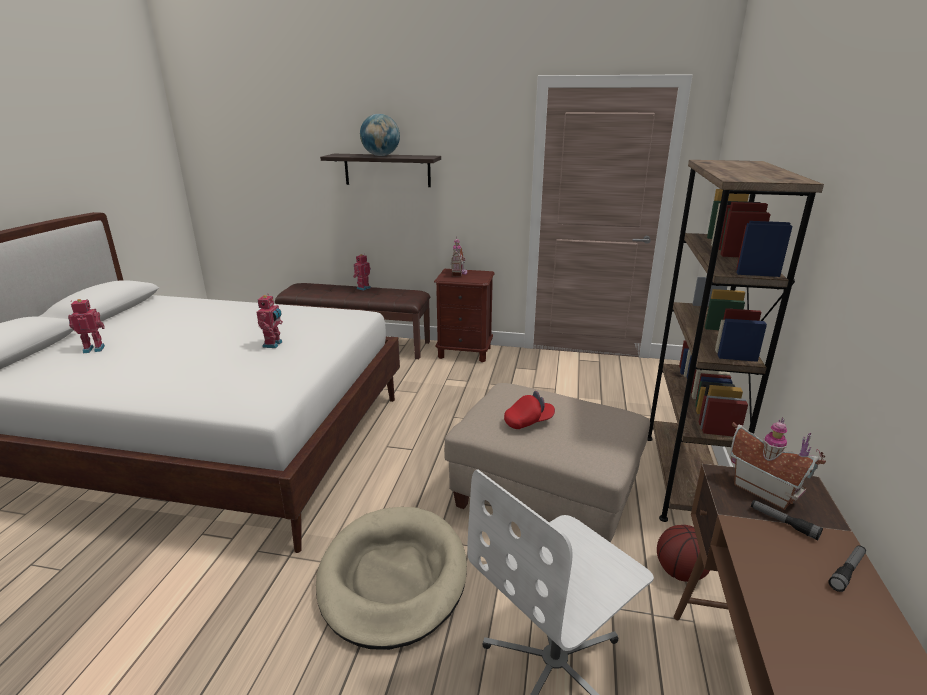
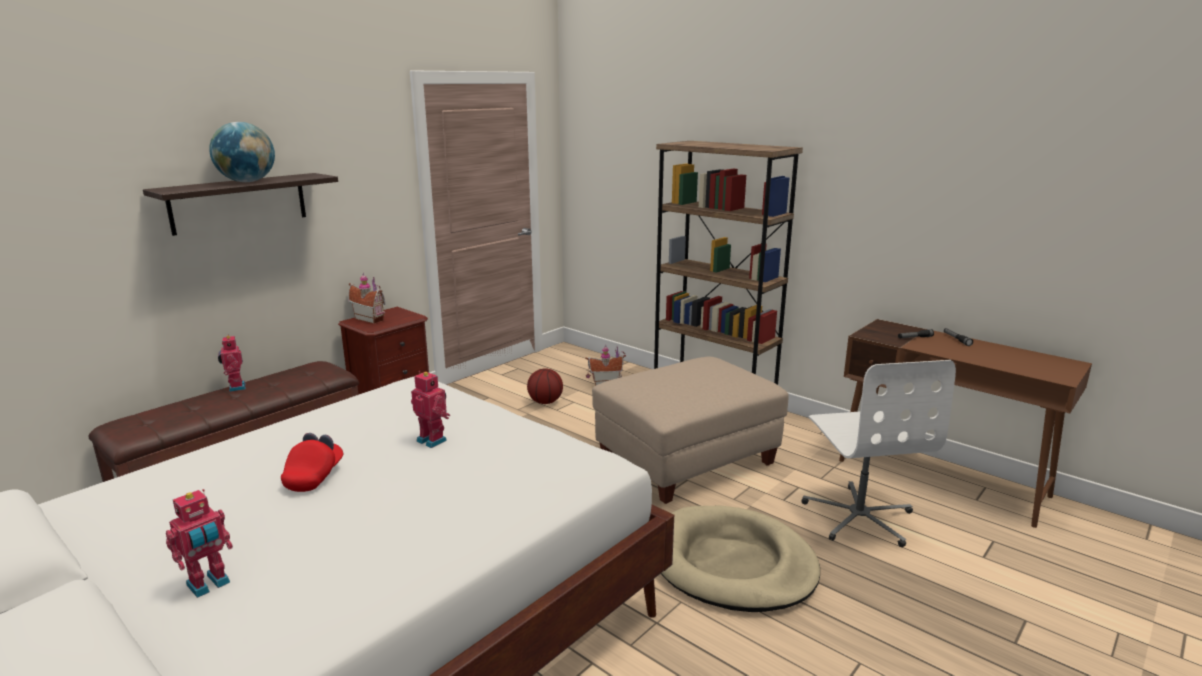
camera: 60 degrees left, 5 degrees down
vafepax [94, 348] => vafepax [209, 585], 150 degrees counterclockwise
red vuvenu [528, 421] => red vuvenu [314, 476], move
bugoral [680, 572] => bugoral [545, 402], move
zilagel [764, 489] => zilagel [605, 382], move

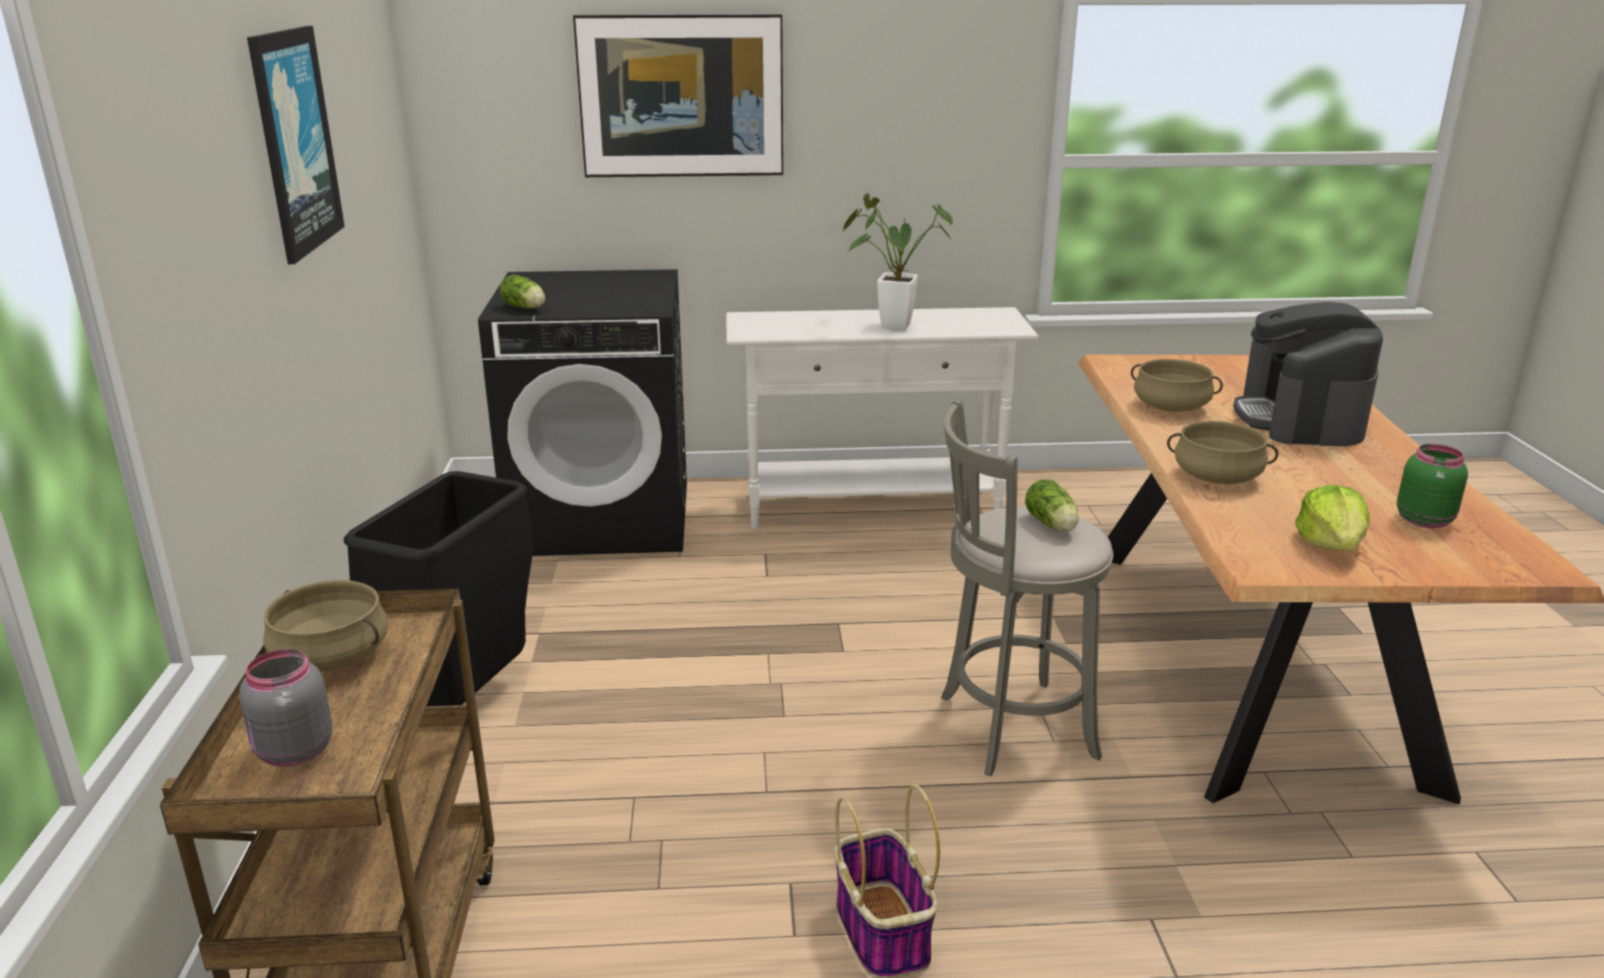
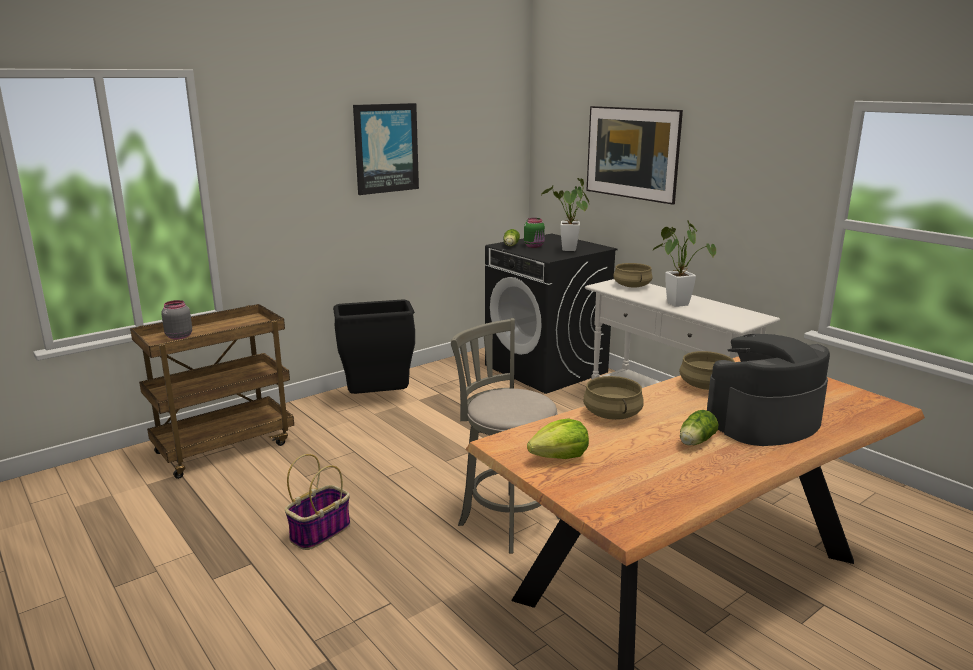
camera: 55 degrees right, 5 degrees down
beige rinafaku [332, 657] => beige rinafaku [632, 286], move
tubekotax [1052, 525] => tubekotax [695, 442], move
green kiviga [1424, 520] => green kiviga [534, 246], move
nothing => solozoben [568, 250]

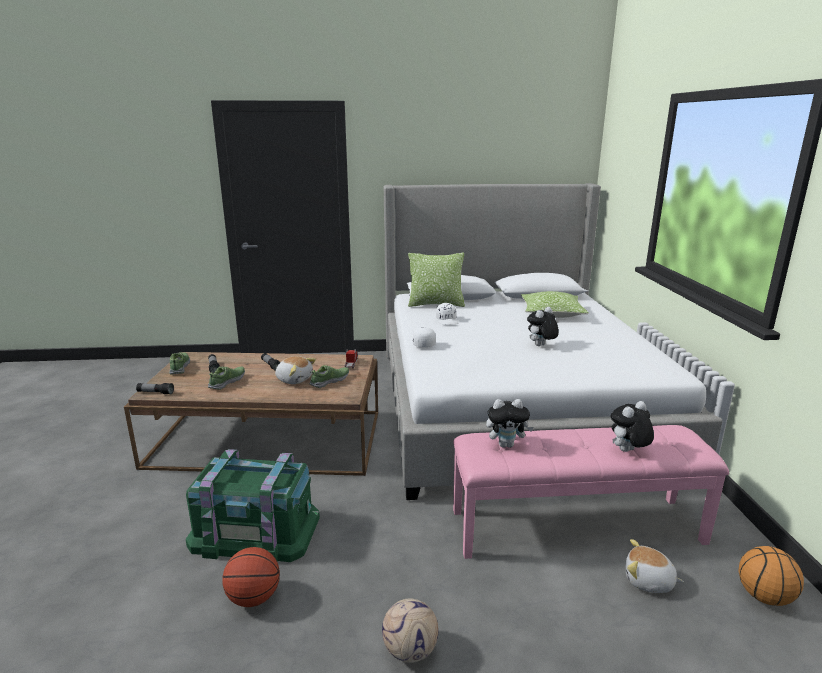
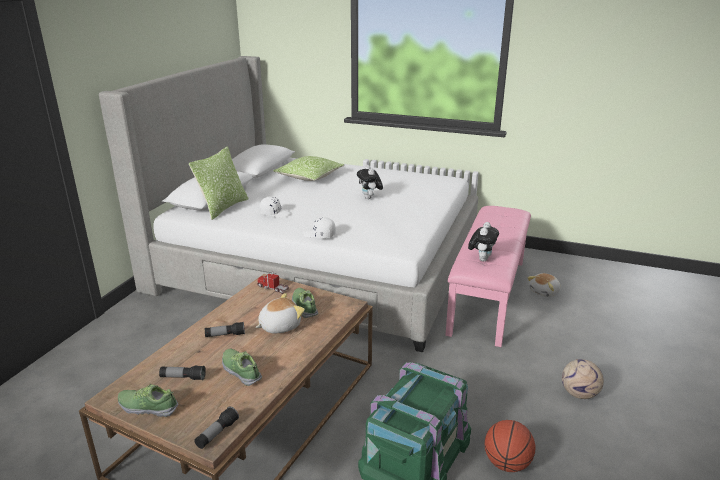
camera: 65 degrees left, 5 degrees up
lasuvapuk [628, 451] => nothing
bugoral [763, 596] => nothing

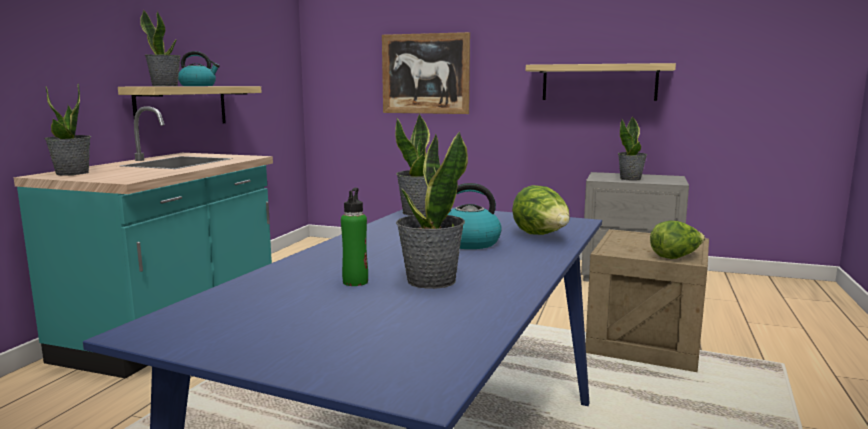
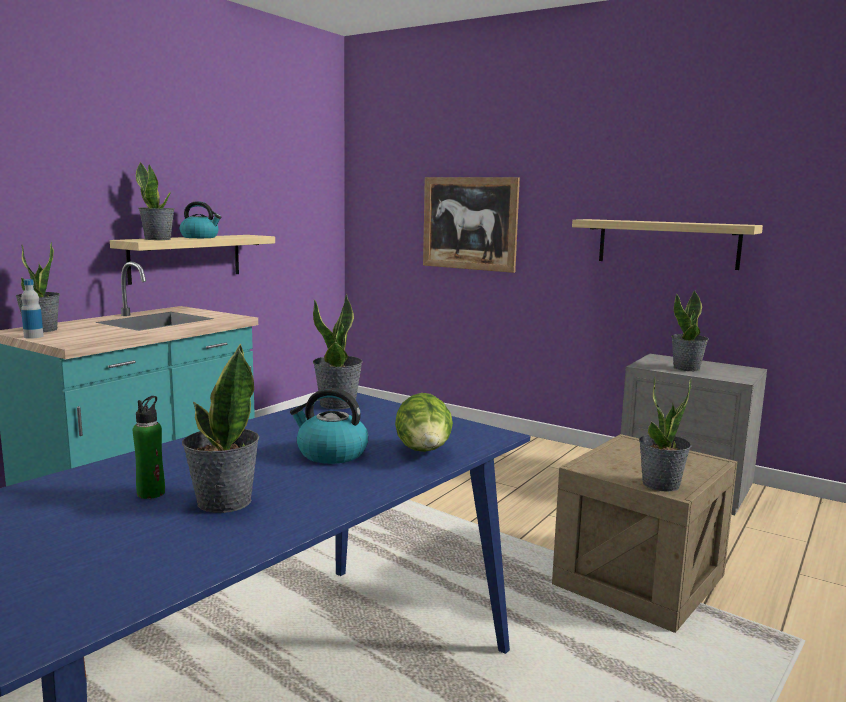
camera: 15 degrees right, 0 degrees up
tubekotax [675, 257] => solozoben [661, 484]
nothing => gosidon [33, 336]

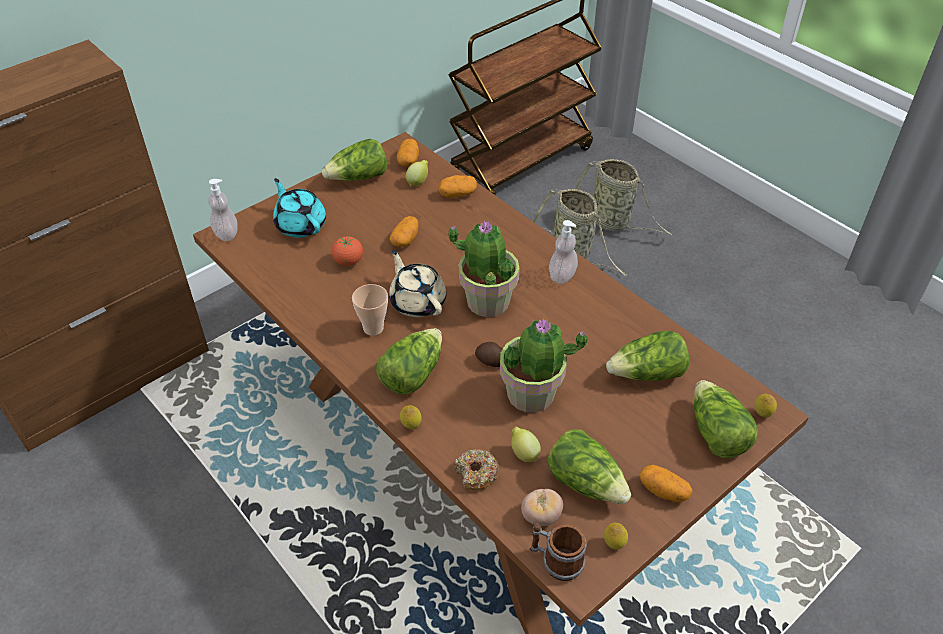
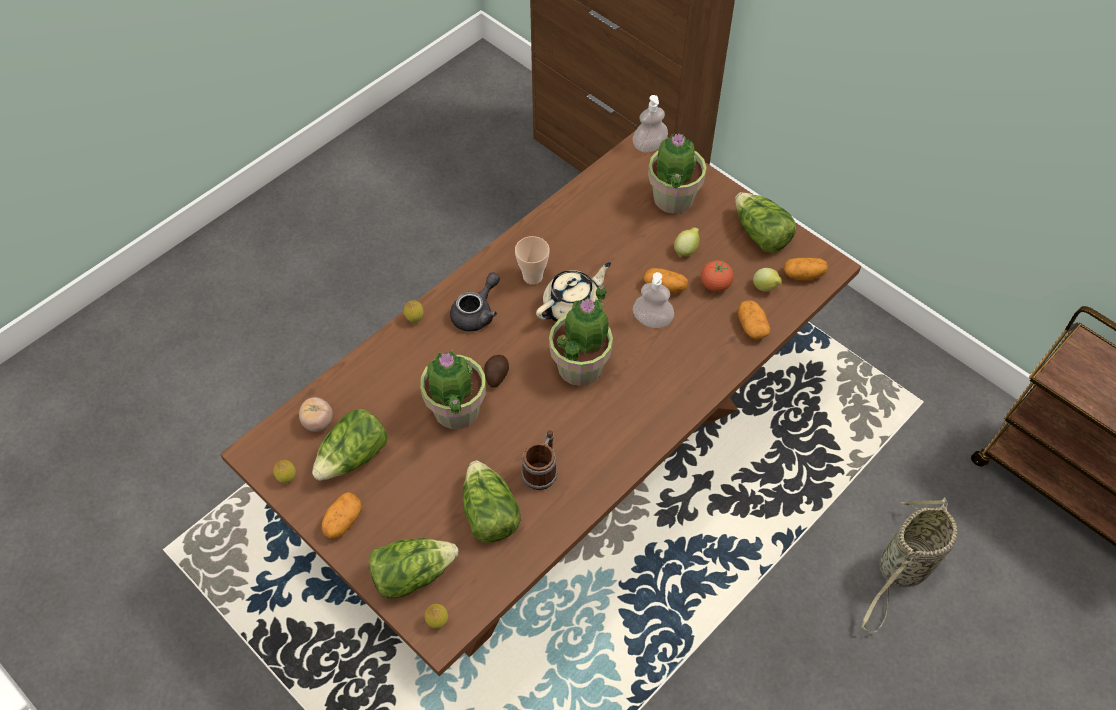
camera: 85 degrees right, 10 degrees up
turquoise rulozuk [300, 225] => solozoben [673, 199]
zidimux [348, 261] => zidimux [715, 285], move
tubekotax [412, 374] => grey rulozuk [477, 313]
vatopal [476, 474] => nothing
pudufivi [523, 453] => pudufivi [686, 250], move
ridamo [555, 561] => ridamo [542, 470], move
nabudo [562, 275] => nabudo [652, 320], move
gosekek [613, 223] => nothing

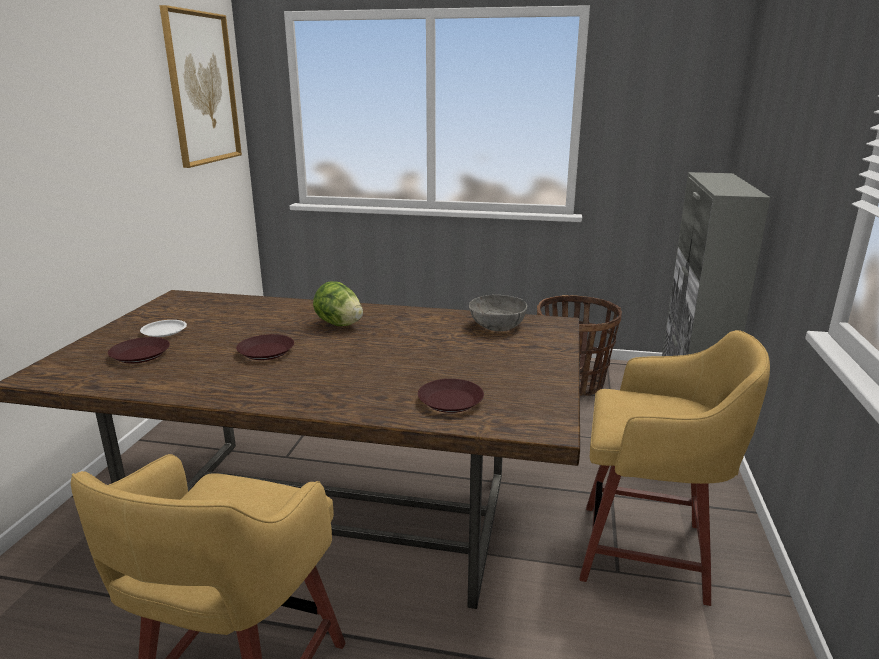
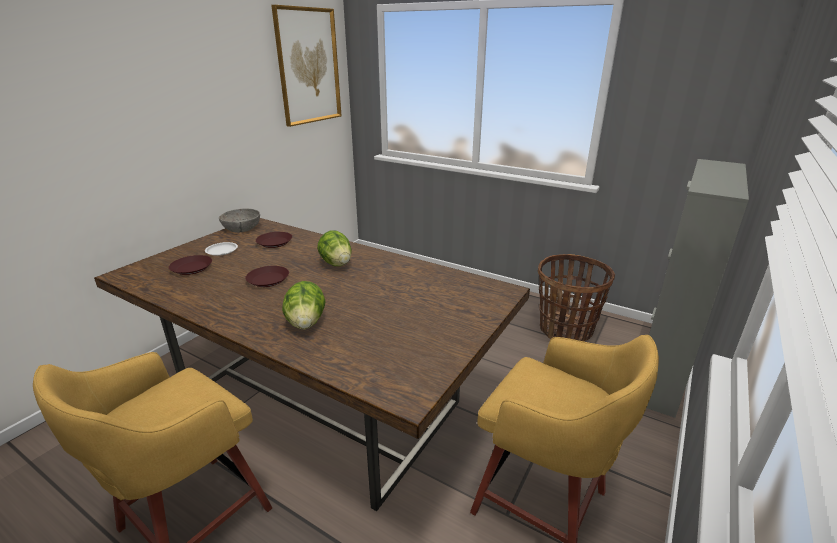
camera: 20 degrees right, 5 degrees up
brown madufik [450, 401] => brown madufik [274, 242], move
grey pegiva [497, 326] => grey pegiva [241, 229], move
nothing => tubekotax [306, 323]

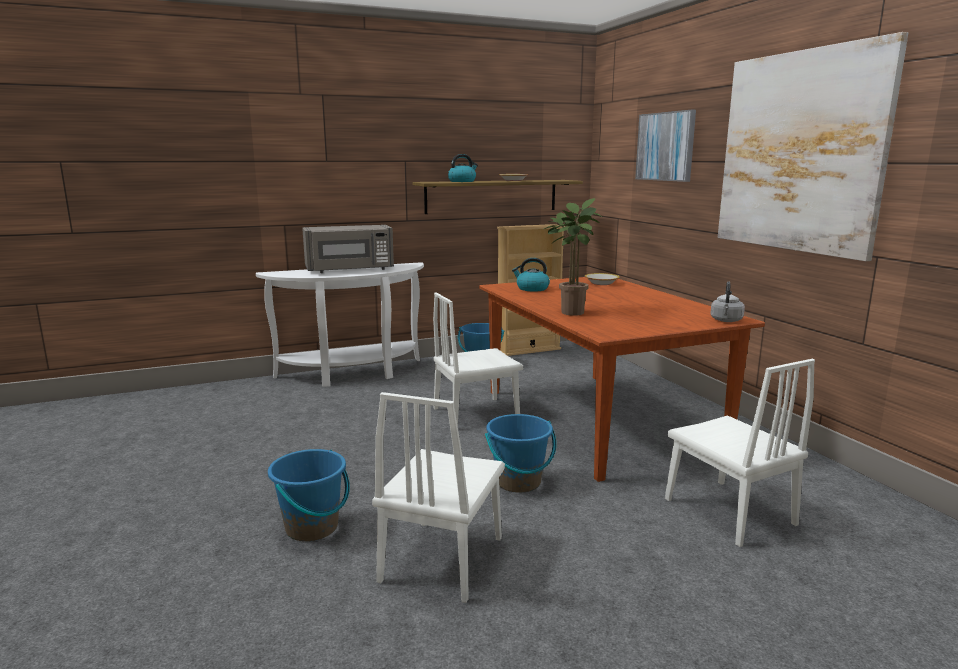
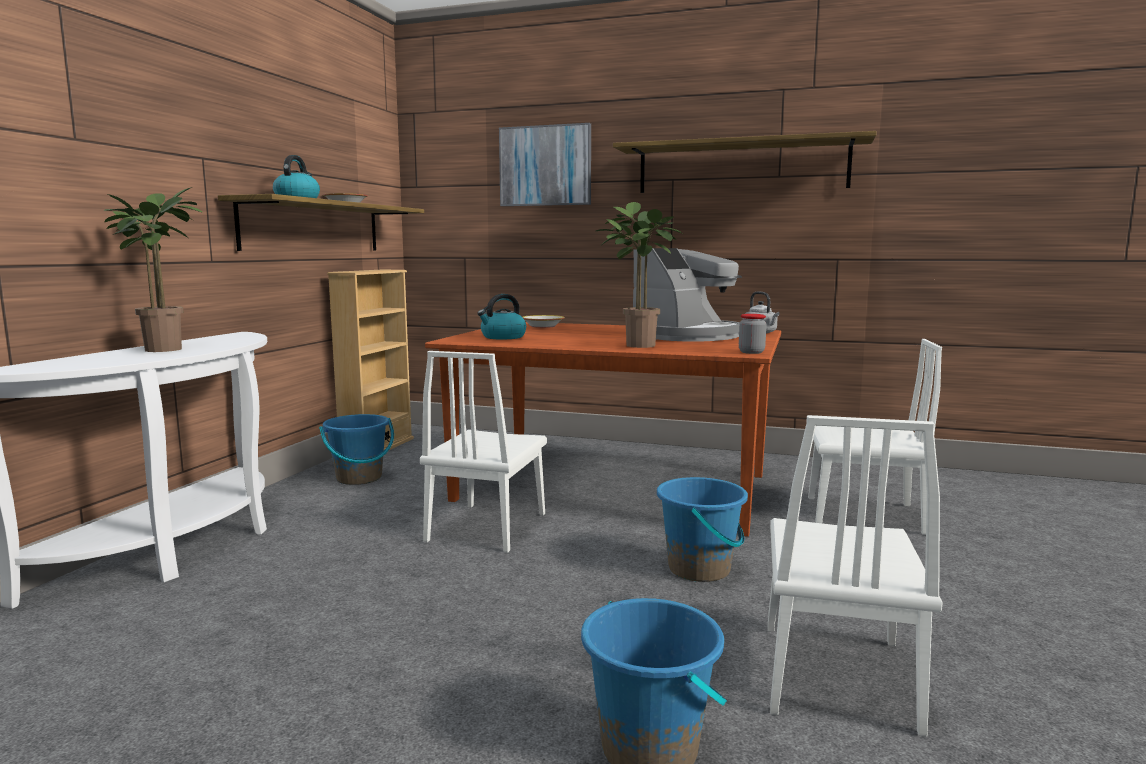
camera: 50 degrees left, 5 degrees down
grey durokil [350, 270] => solozoben [163, 349]
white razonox [442, 558] => white razonox [836, 674], 45 degrees clockwise
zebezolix [799, 152] => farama [741, 167]
nothing => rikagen [687, 336]
nothing => kiviga [751, 352]

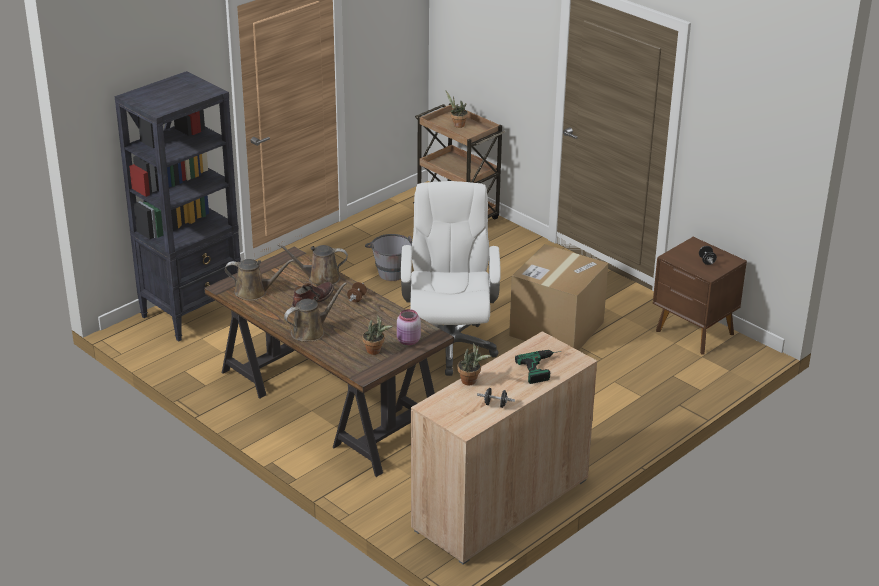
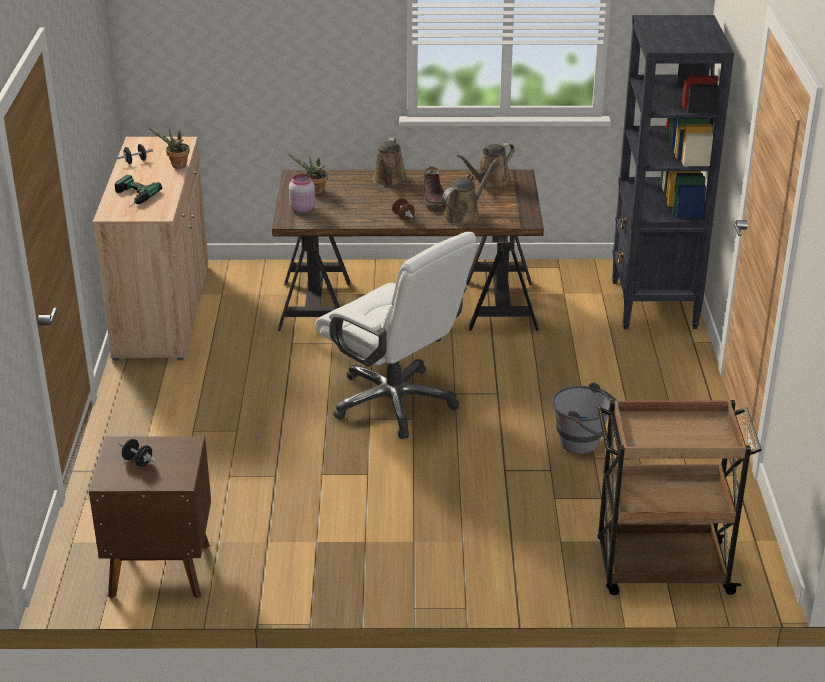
camera: 135 degrees right, 0 degrees up
solozoben [457, 125] => nothing
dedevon [556, 329] => nothing

